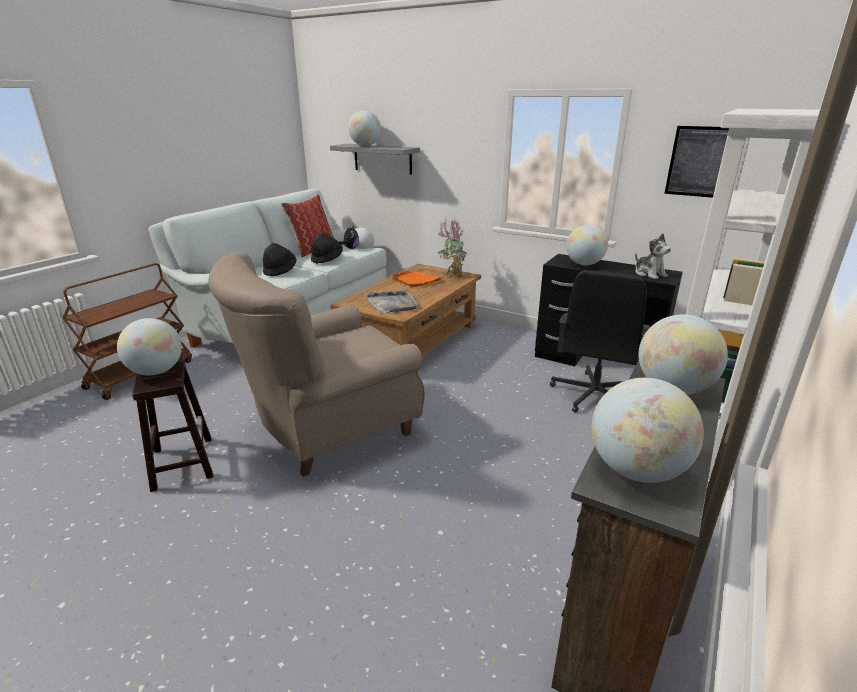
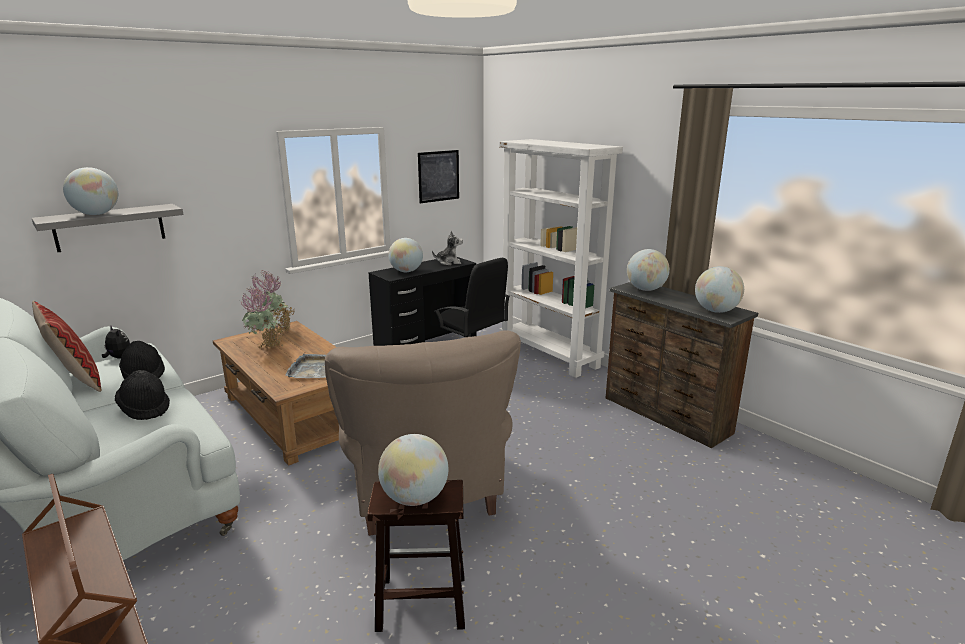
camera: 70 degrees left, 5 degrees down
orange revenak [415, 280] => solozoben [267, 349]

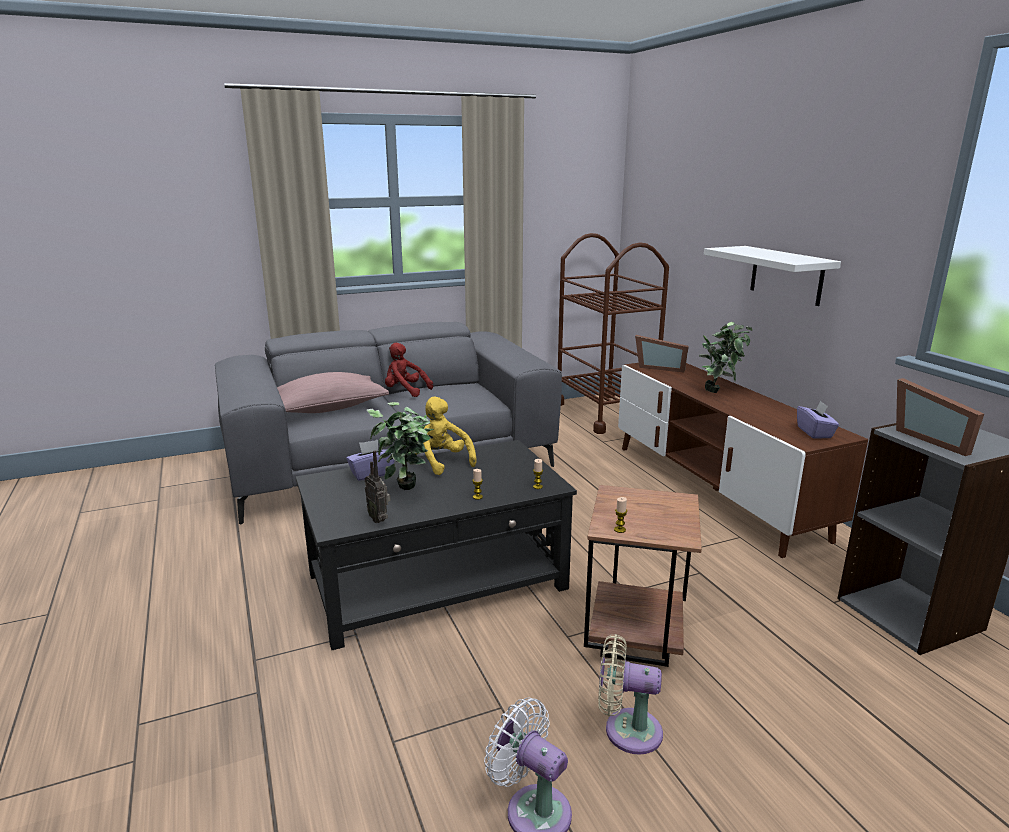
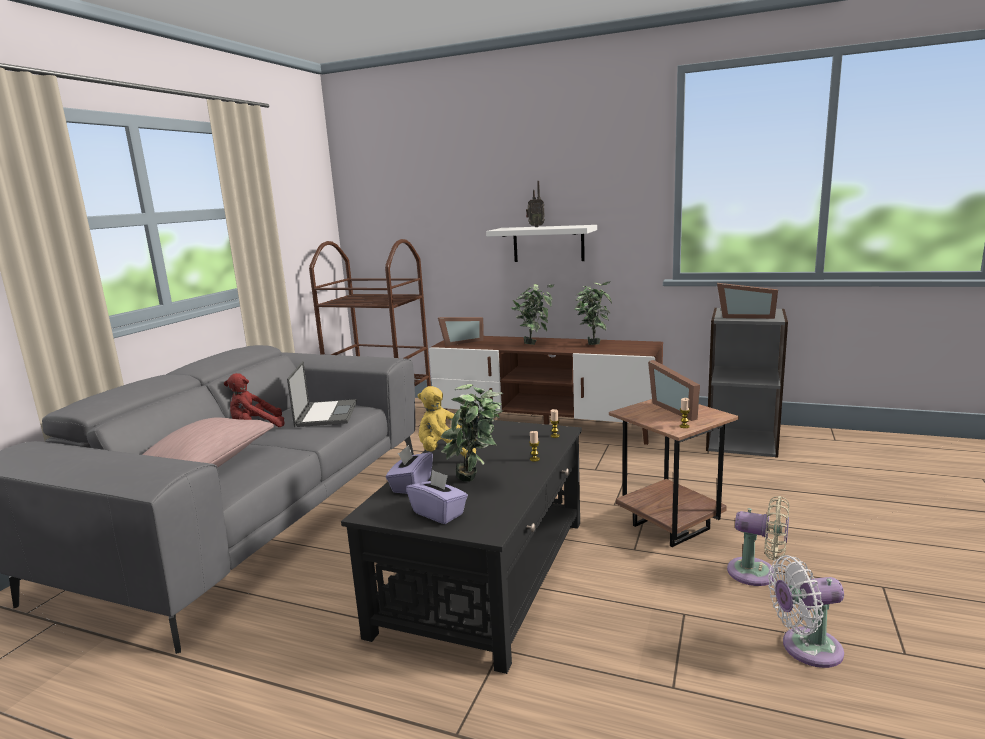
camera: 45 degrees left, 5 degrees down
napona [379, 519] => napona [535, 227], move
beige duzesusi [626, 730] => beige duzesusi [757, 573], 120 degrees counterclockwise
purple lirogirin [815, 432] => purple lirogirin [439, 513], move
nothing => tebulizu [326, 413]
nothing => solozoben [593, 343]
nothing => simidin [677, 409]

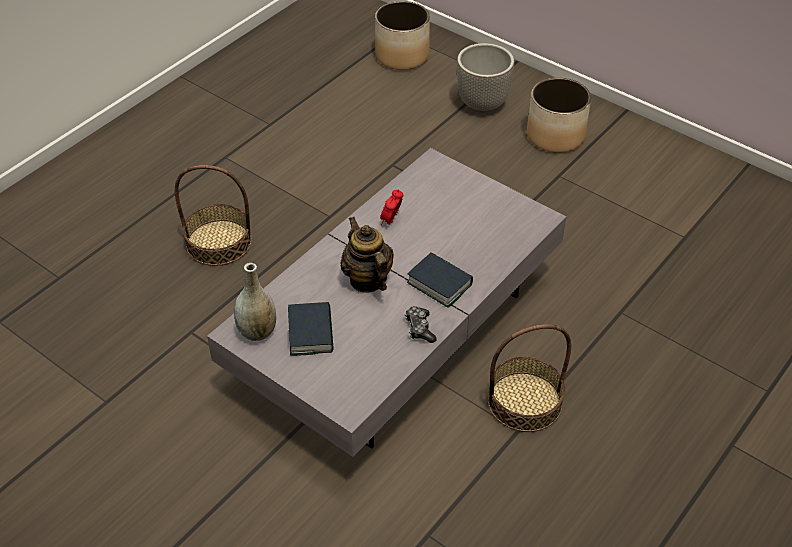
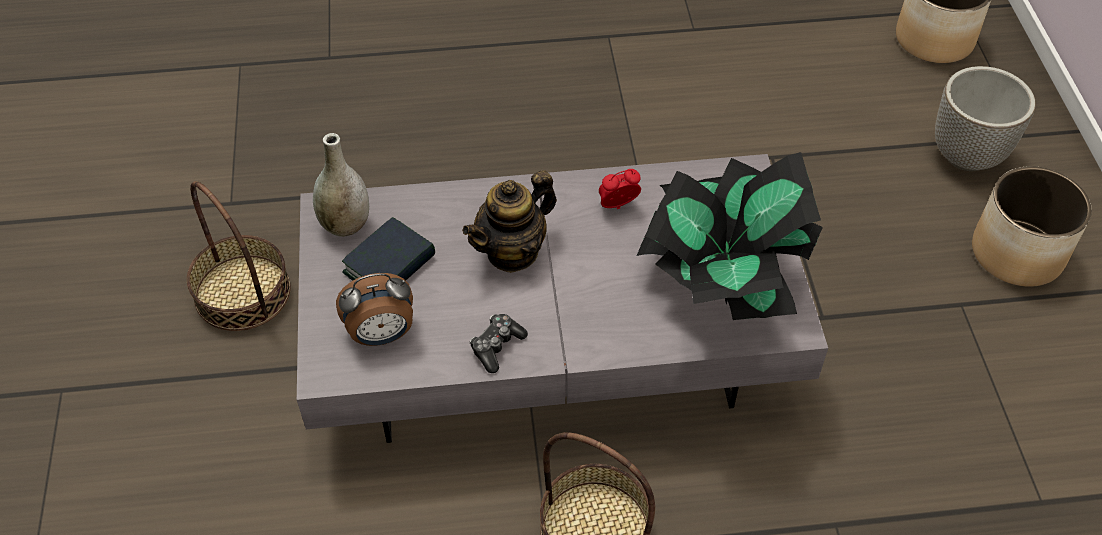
camera: 45 degrees right, 5 degrees up
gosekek [219, 242] => gosekek [243, 292], move
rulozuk [367, 279] => rulozuk [512, 252], 150 degrees counterclockwise
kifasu [439, 283] => nothing
nothing => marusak [381, 335]
nothing => solozoben [720, 279]

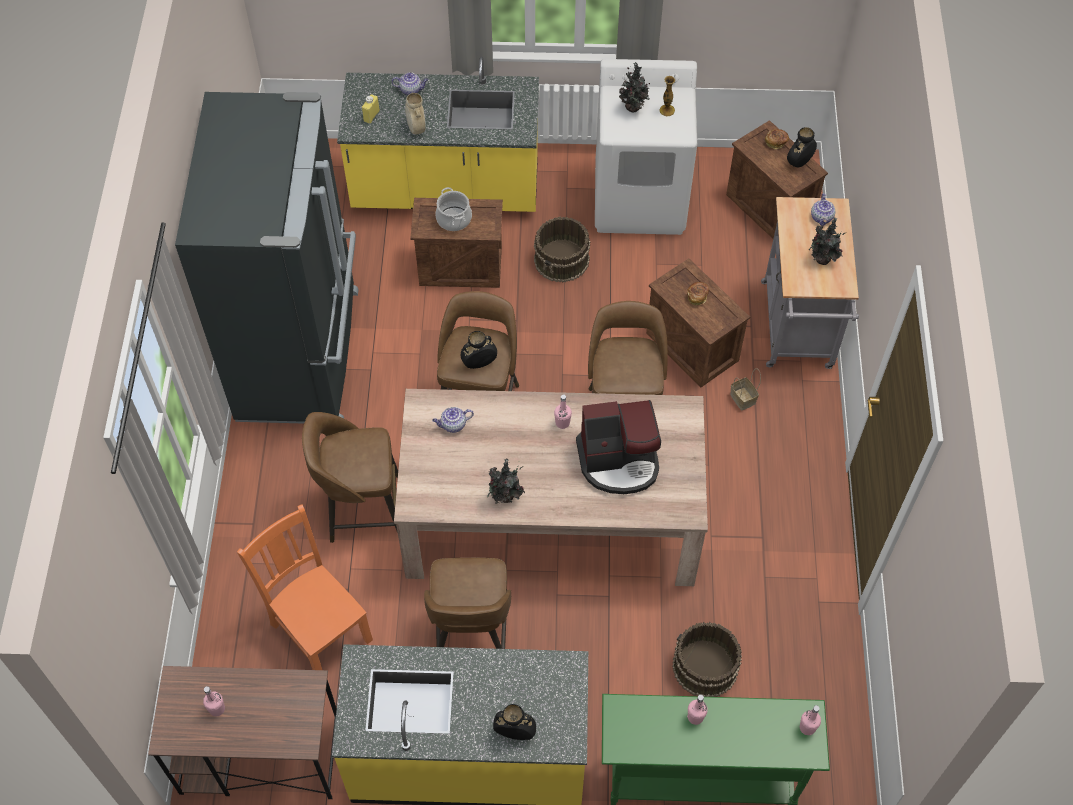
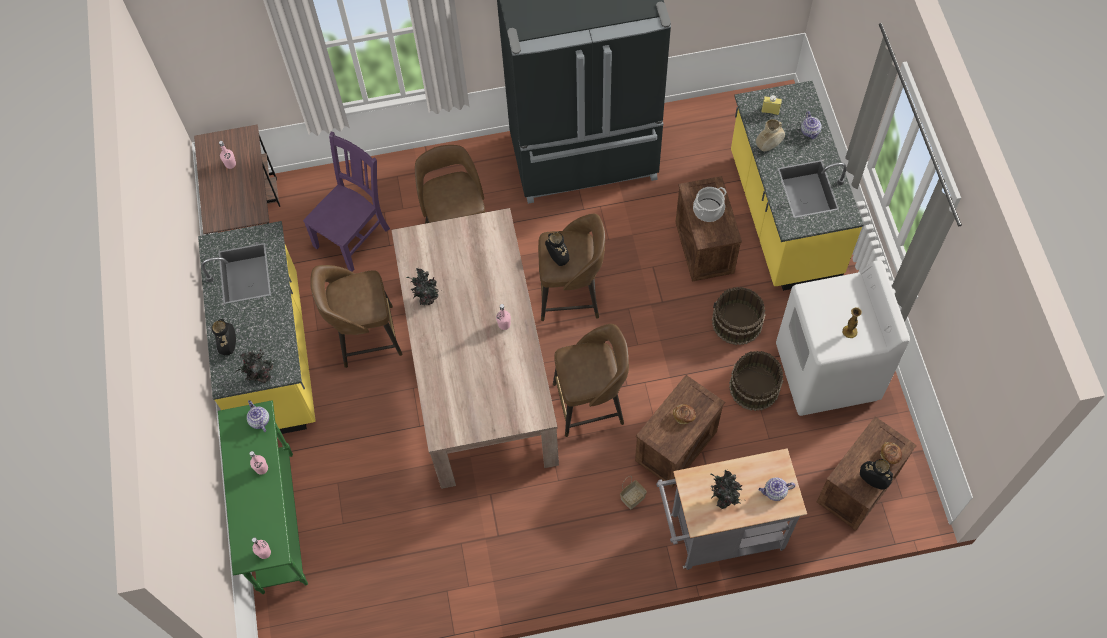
camera: 80 degrees right, 5 degrees up
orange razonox [319, 629] => purple razonox [354, 235]
rulozuk [453, 425] => rulozuk [259, 420], move
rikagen [619, 461] => nothing
solozoben [633, 108] => solozoben [262, 377], move
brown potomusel [704, 667] => brown potomusel [754, 386], move

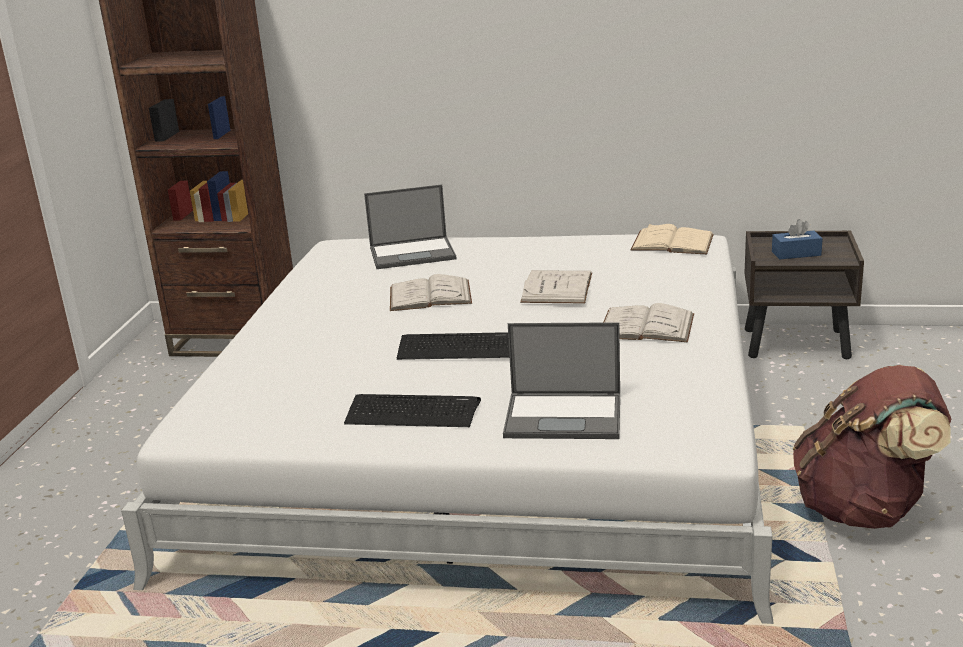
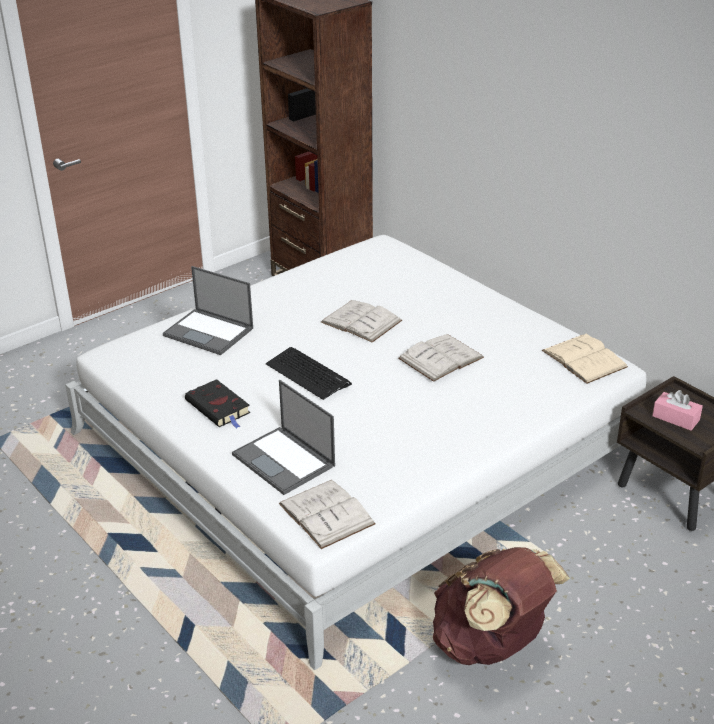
camera: 40 degrees right, 10 degrees up
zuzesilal [412, 412] => black kifasu [219, 408]
tebulizu [413, 253] => tebulizu [209, 332], move
white kifasu [646, 326] => white kifasu [326, 514], move
blue lirogirin [796, 253] => pink lirogirin [676, 418]

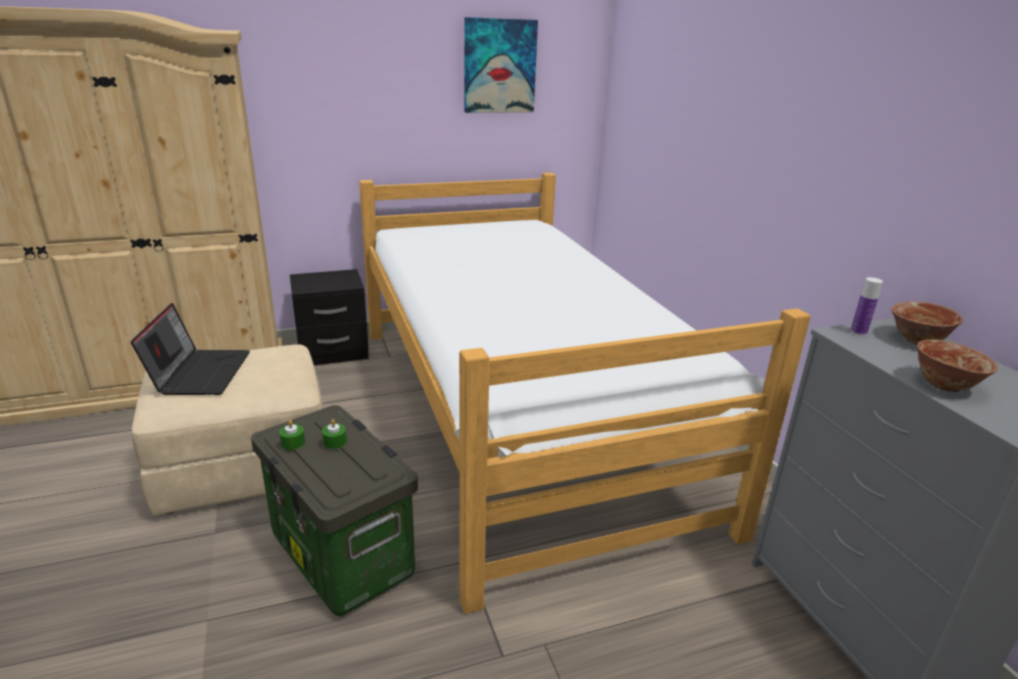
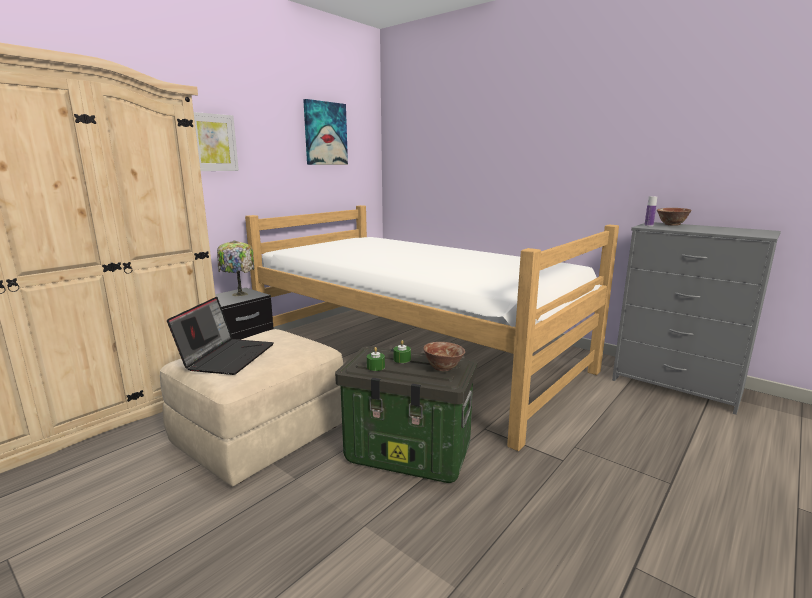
camera: 30 degrees left, 10 degrees down
tebulizu [199, 372] => tebulizu [227, 356], 45 degrees clockwise
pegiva [944, 385] => pegiva [443, 368], move
nothing => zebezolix [212, 142]
nothing => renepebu [239, 294]

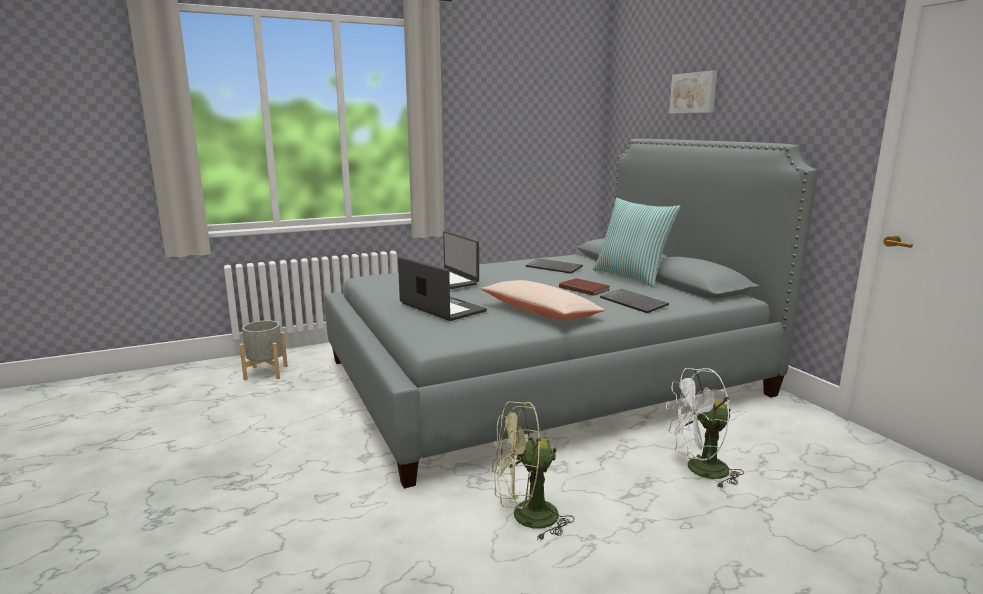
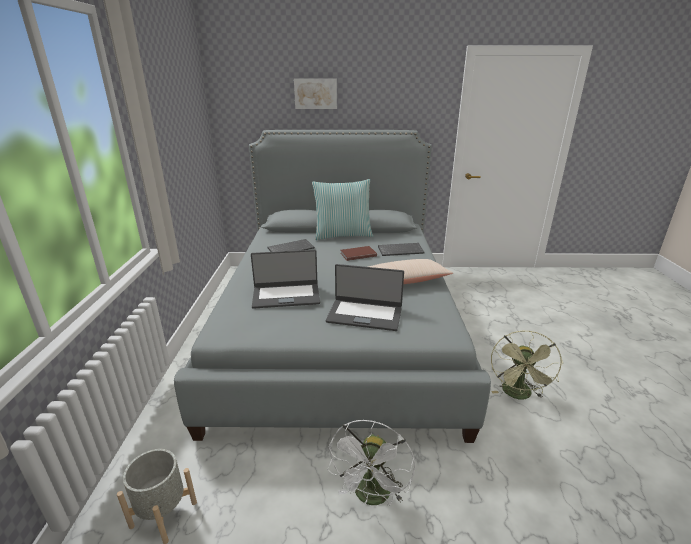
camera: 65 degrees left, 10 degrees up
tebulizu [441, 308] => tebulizu [364, 314], 150 degrees counterclockwise
white duzesusi [699, 470] => white duzesusi [372, 497], move

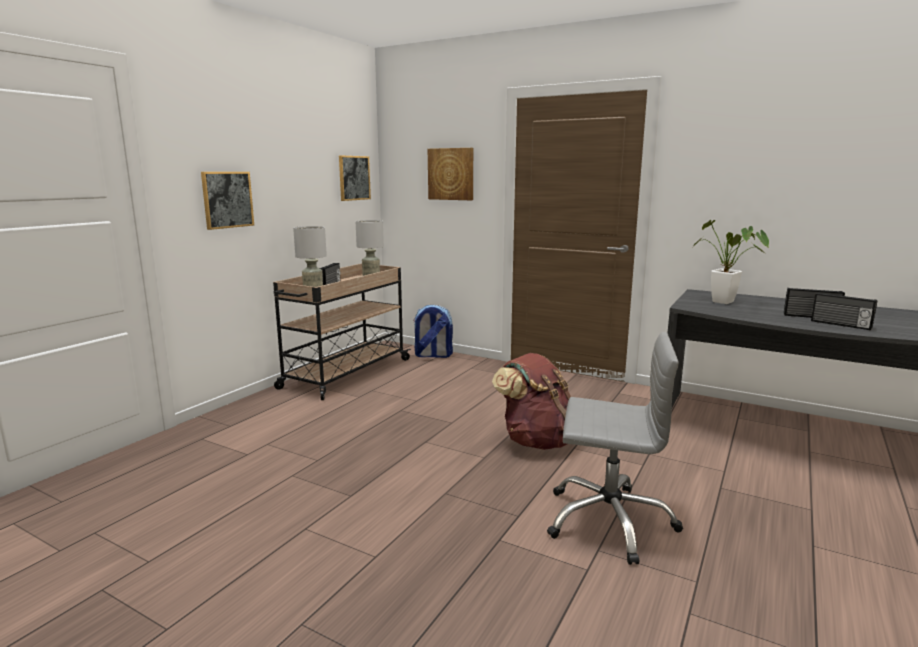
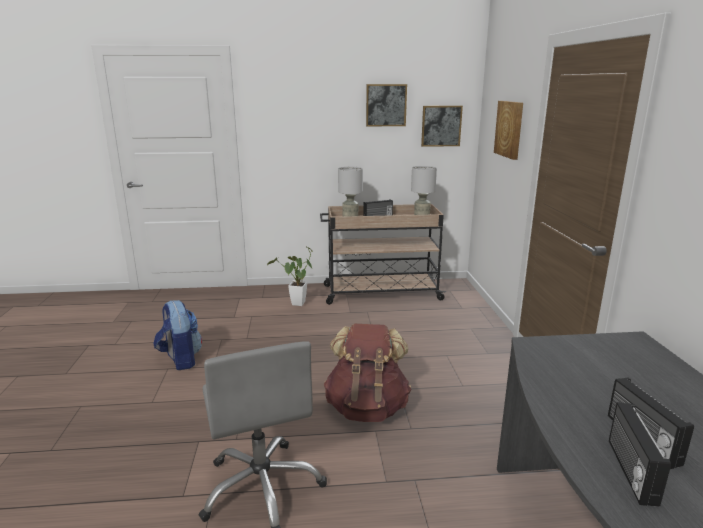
camera: 55 degrees right, 5 degrees up
zebezolix [227, 199] => zebezolix [386, 105], move
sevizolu [432, 355] => sevizolu [180, 360], move
solozoben [727, 303] => solozoben [297, 305], move

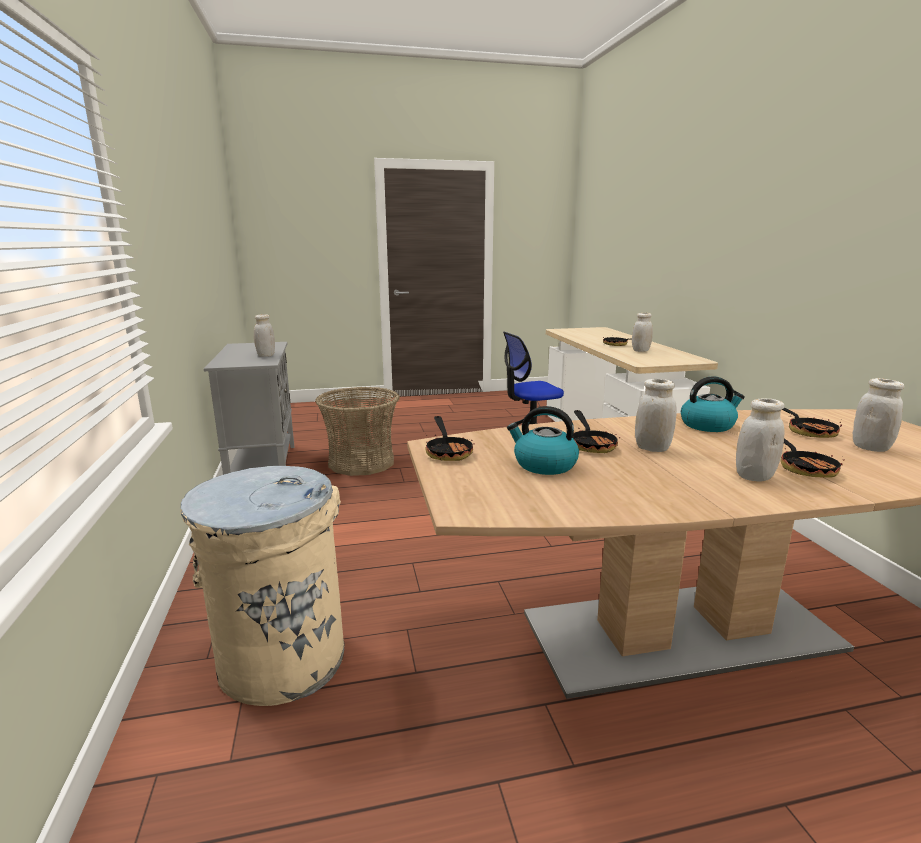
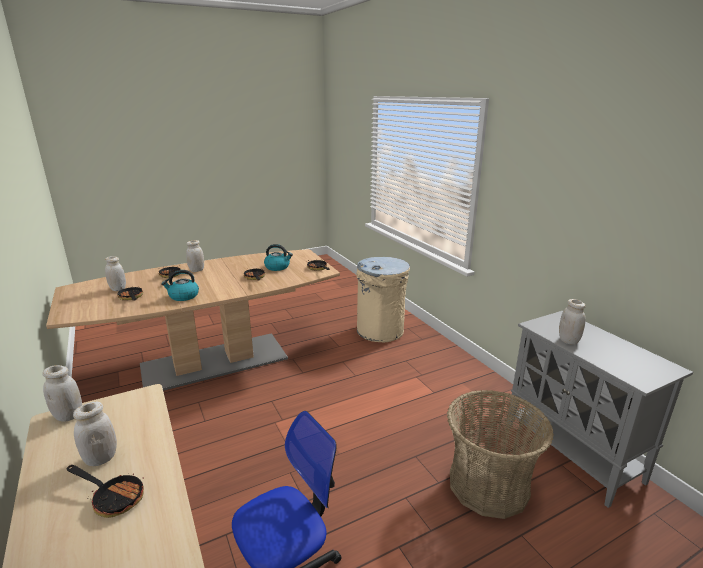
camera: 165 degrees right, 5 degrees up
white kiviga [652, 448] => white kiviga [68, 415], move

